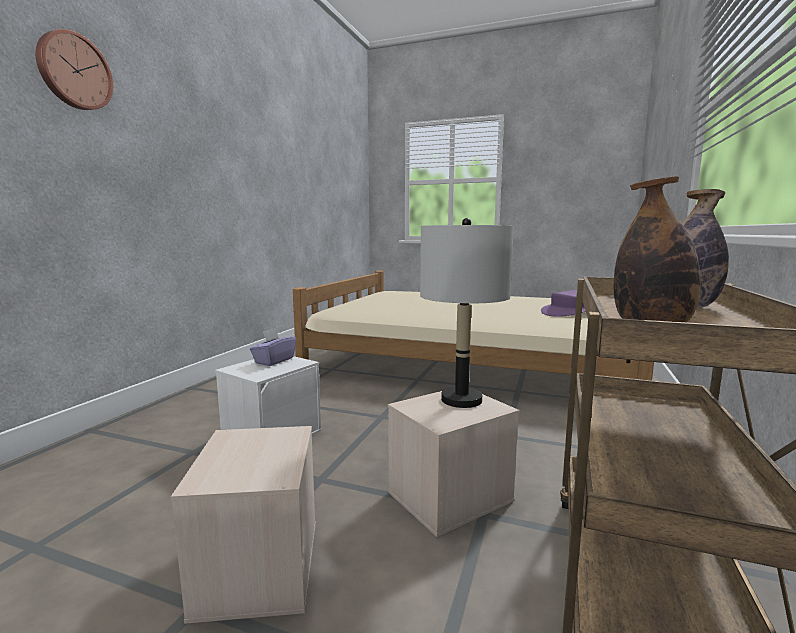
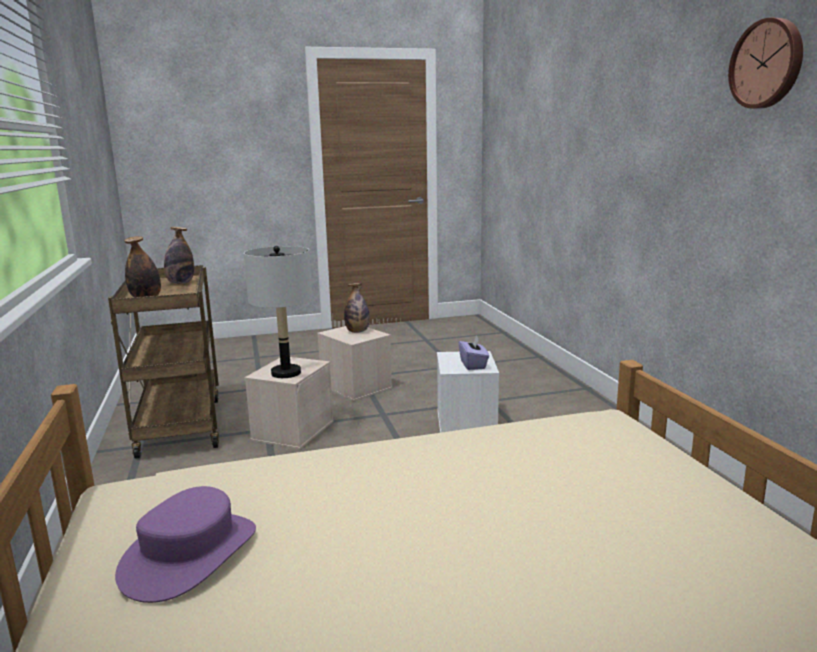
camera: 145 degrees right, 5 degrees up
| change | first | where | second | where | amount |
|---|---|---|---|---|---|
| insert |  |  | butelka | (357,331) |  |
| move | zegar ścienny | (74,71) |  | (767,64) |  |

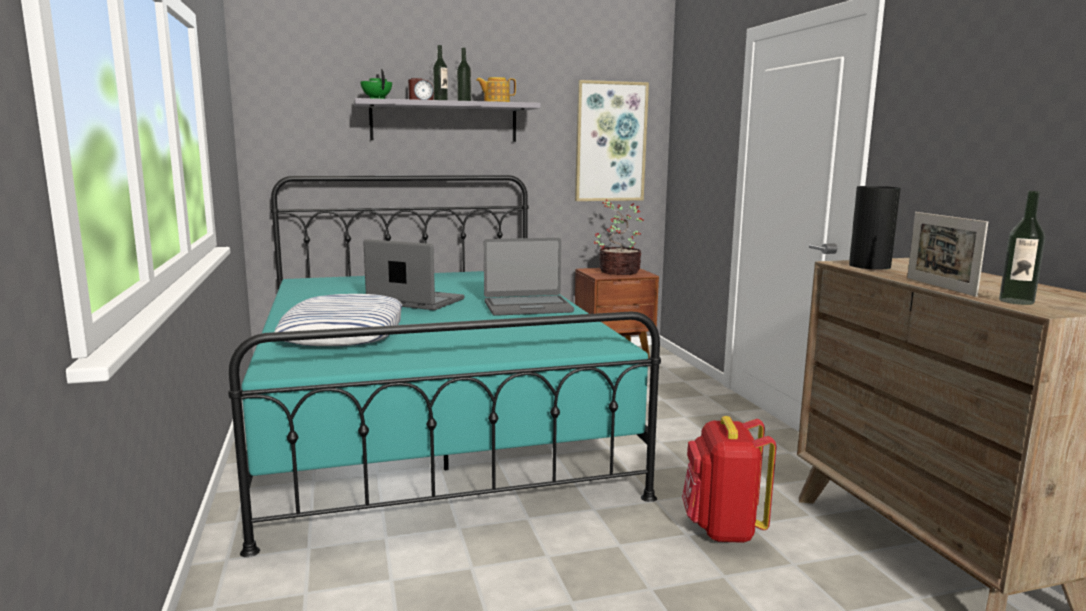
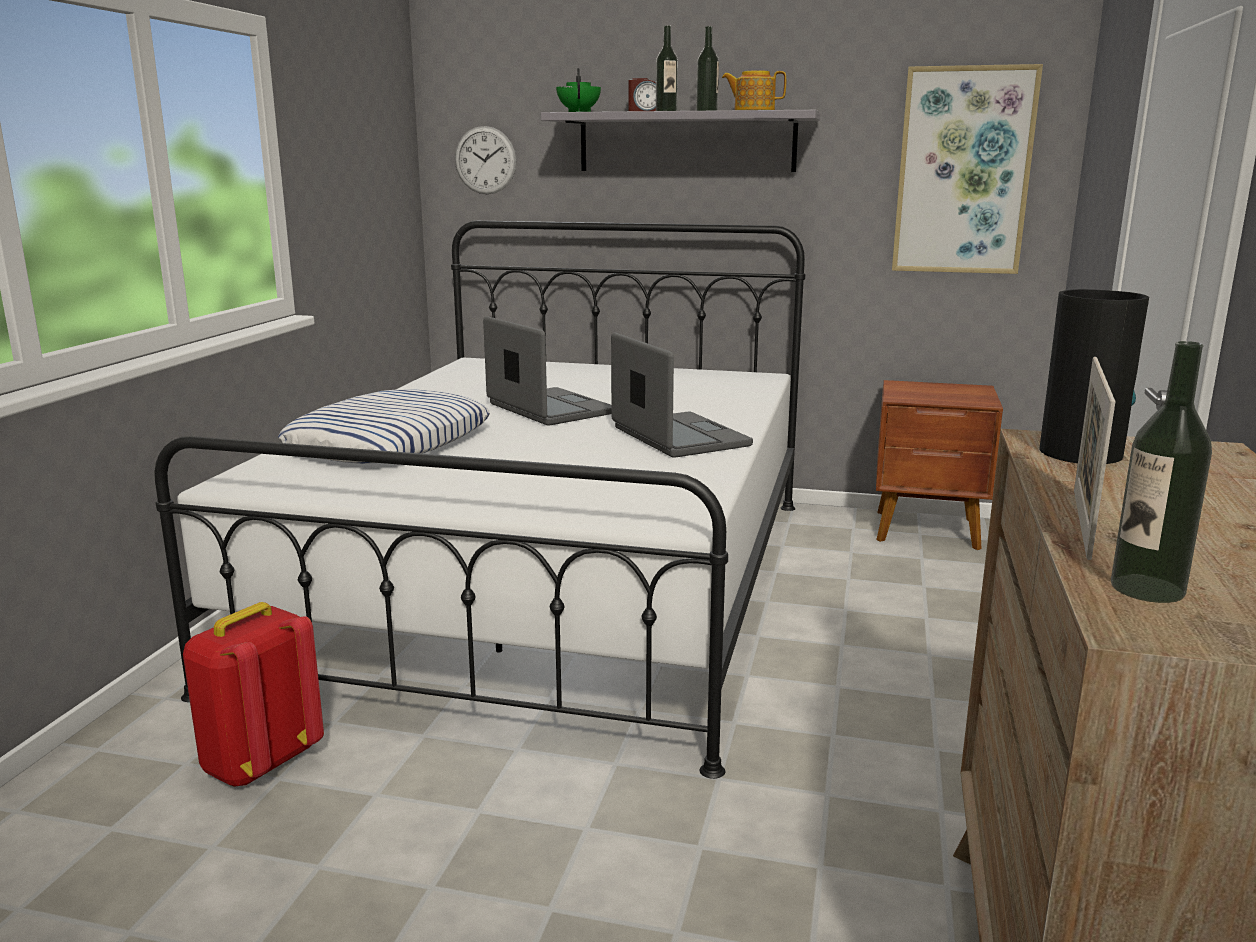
camera: 30 degrees right, 5 degrees up
| change | first | where | second | where | amount |
|---|---|---|---|---|---|
| delete | roślina doniczkowa | (618,272) |  |  |  |
| insert |  |  | zegar ścienny | (485,160) |  |
| move | plecak (czerwony) | (722,529) |  | (260,763) |  |
| recolor | łóżko (turkusowy) | (430,424) | łóżko (biały) | (552,582) |  |
| rotate | laptop | (527,307) |  | (678,437) | 135 degrees counterclockwise |

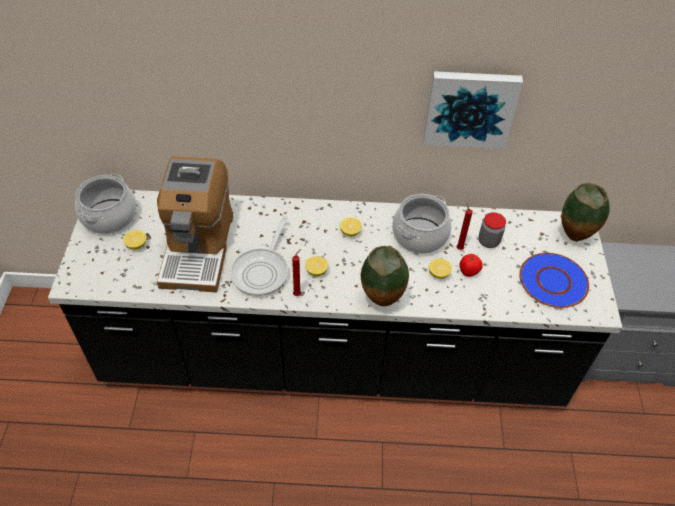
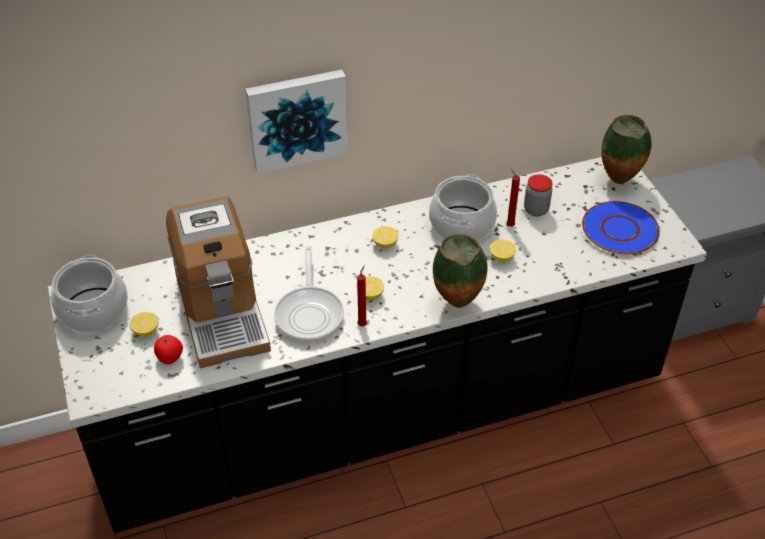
camera: 20 degrees left, 5 degrees down
| change | first | where | second | where | amount |
|---|---|---|---|---|---|
| move | obraz | (470,108) |  | (297,119) |  |
| move | pomidor | (469,272) |  | (170,358) |  |

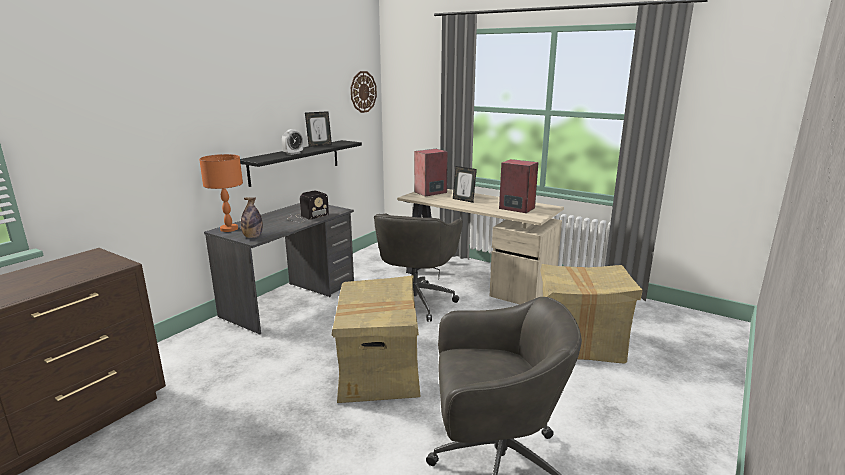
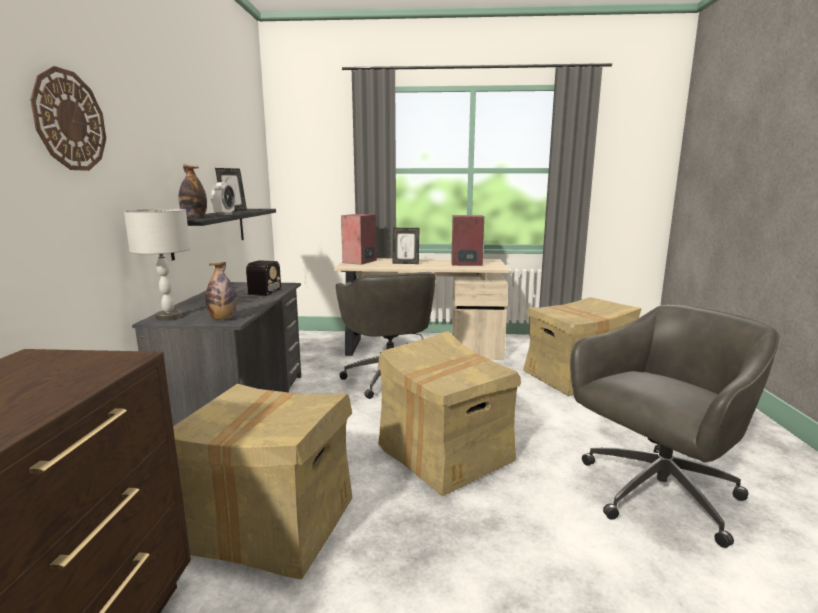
camera: 30 degrees left, 5 degrees down
| change | first | where | second | where | amount |
|---|---|---|---|---|---|
| insert |  |  | karton | (271,525) |  |
| insert |  |  | butelka | (194,217) |  |
| move | zegar ścienny | (363,92) |  | (69,120) |  |
| recolor | lampa stołowa (pomarańczowy) | (229,229) | lampa stołowa (szary) | (169,317) |  |

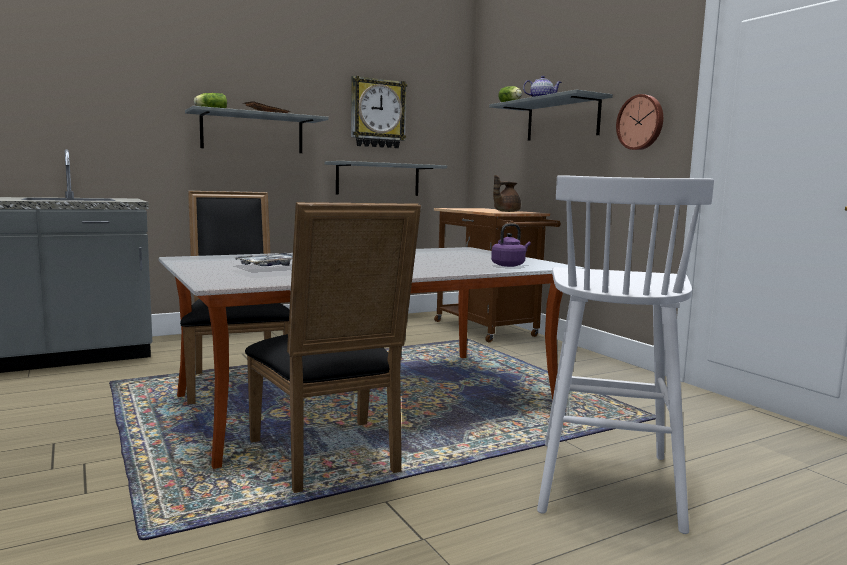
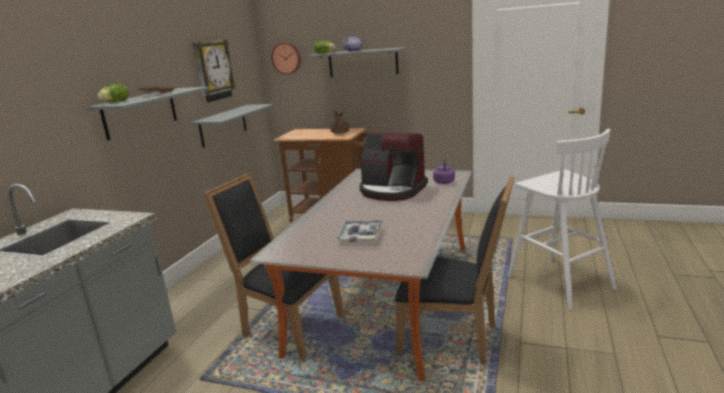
camera: 40 degrees left, 10 degrees up
| change | first | where | second | where | amount |
|---|---|---|---|---|---|
| insert |  |  | ekspres do kawy | (392,190) |  |
| move | zegar ścienny | (641,122) |  | (286,58) |  |

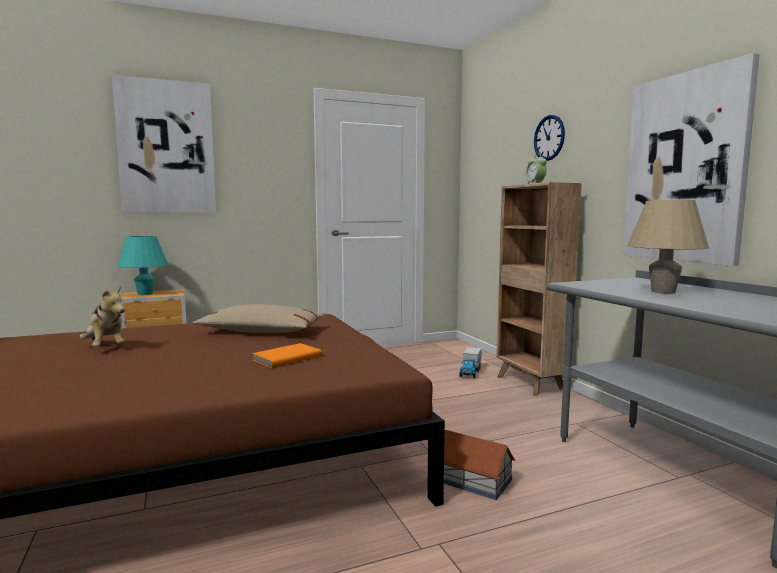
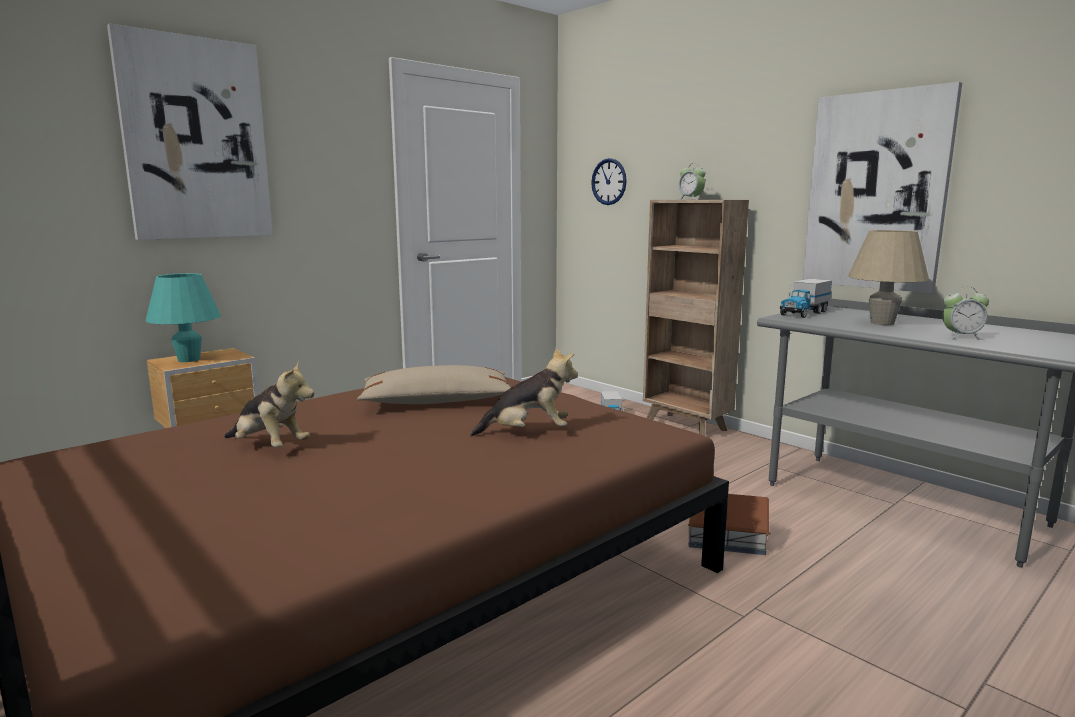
camera: 20 degrees left, 5 degrees up
| change | first | where | second | where | amount |
|---|---|---|---|---|---|
| insert |  |  | ciężarówka zabawkowa | (804,313) |  |
| insert |  |  | budzik | (961,337) |  |
| move | zegar ścienny | (549,138) |  | (609,181) |  |
| replace | książka (pomarańczowy) | (285,358) | pluszak | (528,432) |  |

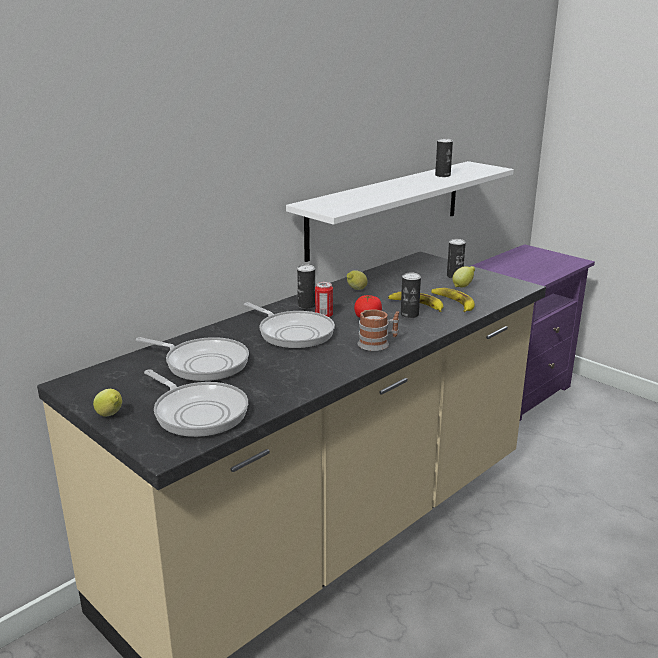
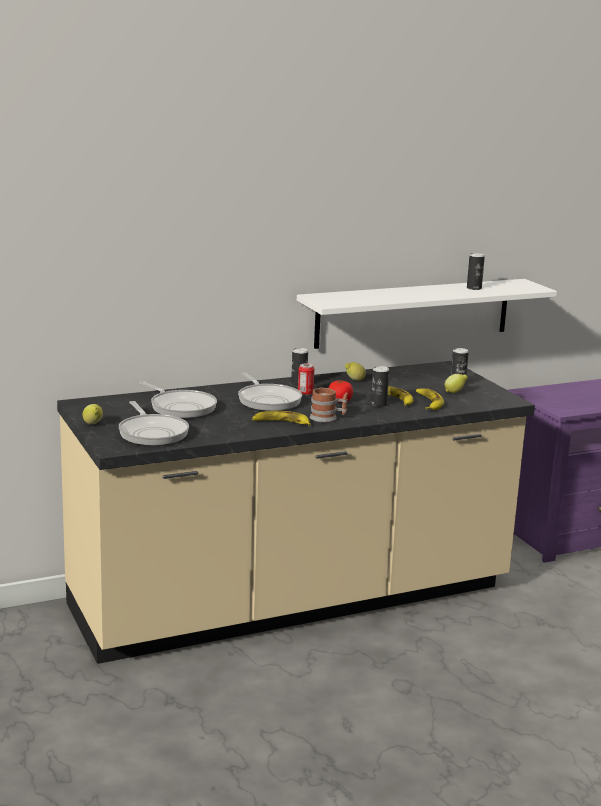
camera: 20 degrees right, 5 degrees down
| change | first | where | second | where | amount |
|---|---|---|---|---|---|
| insert |  |  | banan | (281,423) |  |

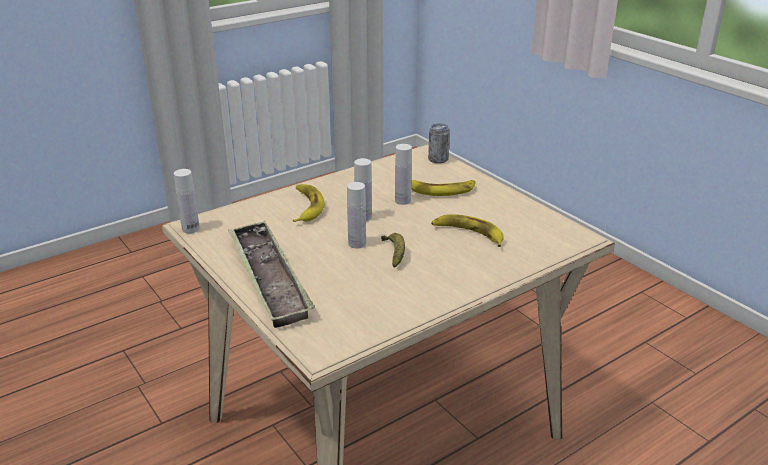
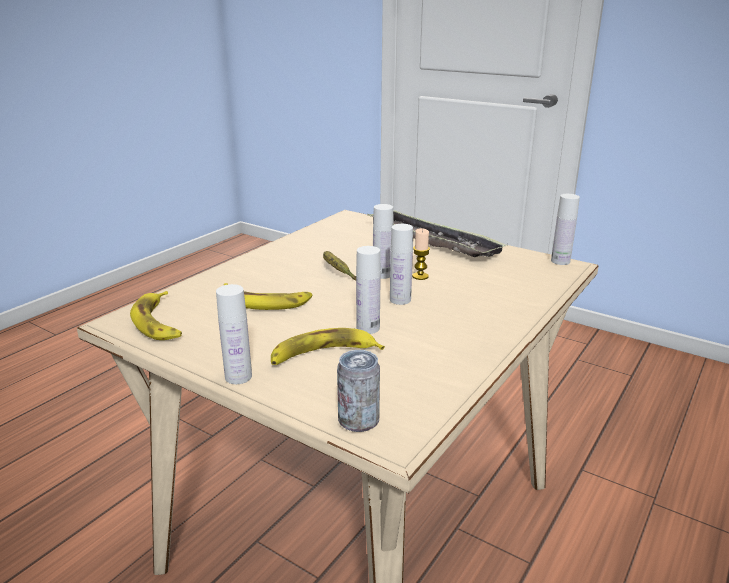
camera: 160 degrees right, 5 degrees down
| change | first | where | second | where | amount |
|---|---|---|---|---|---|
| insert |  |  | butelka (biały) | (238,377) |  |
| insert |  |  | świeca | (420,276) |  |
| move | banan | (306,207) |  | (159,322) |  |

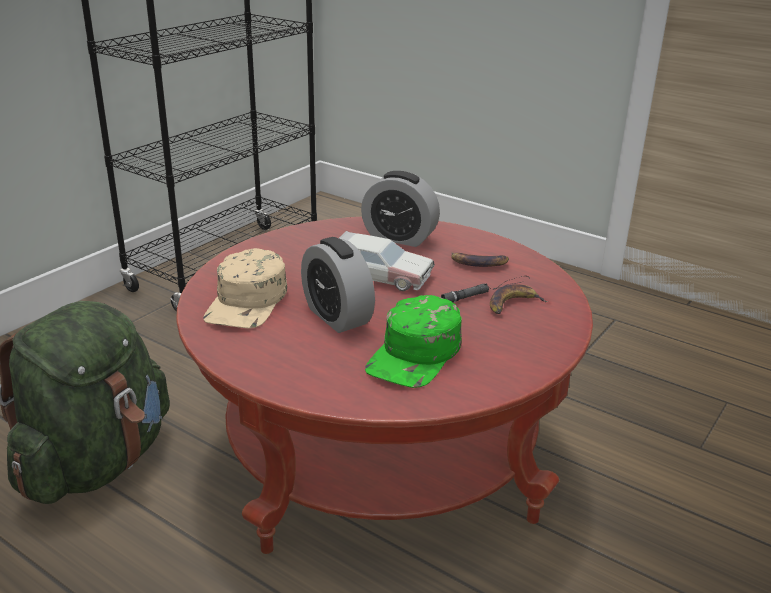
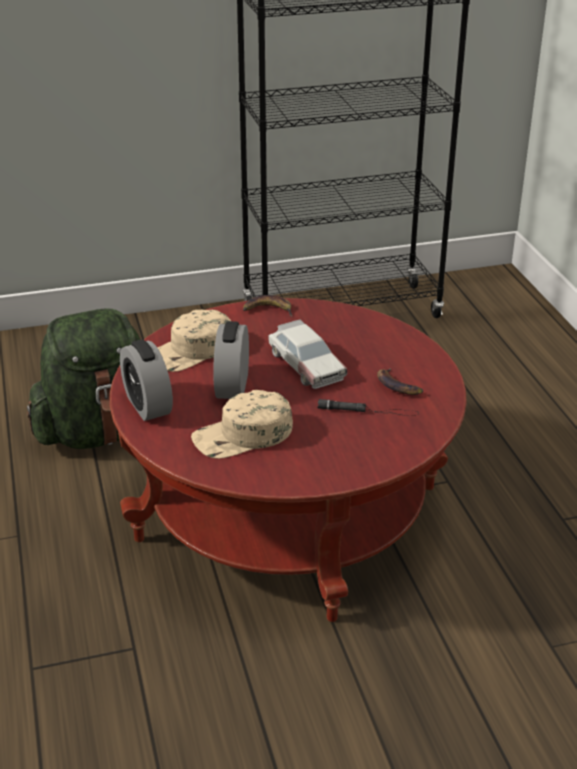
camera: 40 degrees right, 5 degrees up
| change | first | where | second | where | amount |
|---|---|---|---|---|---|
| move | budzik | (399,237) |  | (148,405) |  |
| move | banan | (513,304) |  | (268,310) |  |
| recolor | czapka z daszkiem (zielony) | (415,354) | czapka z daszkiem (beżowy) | (243,435) |  |

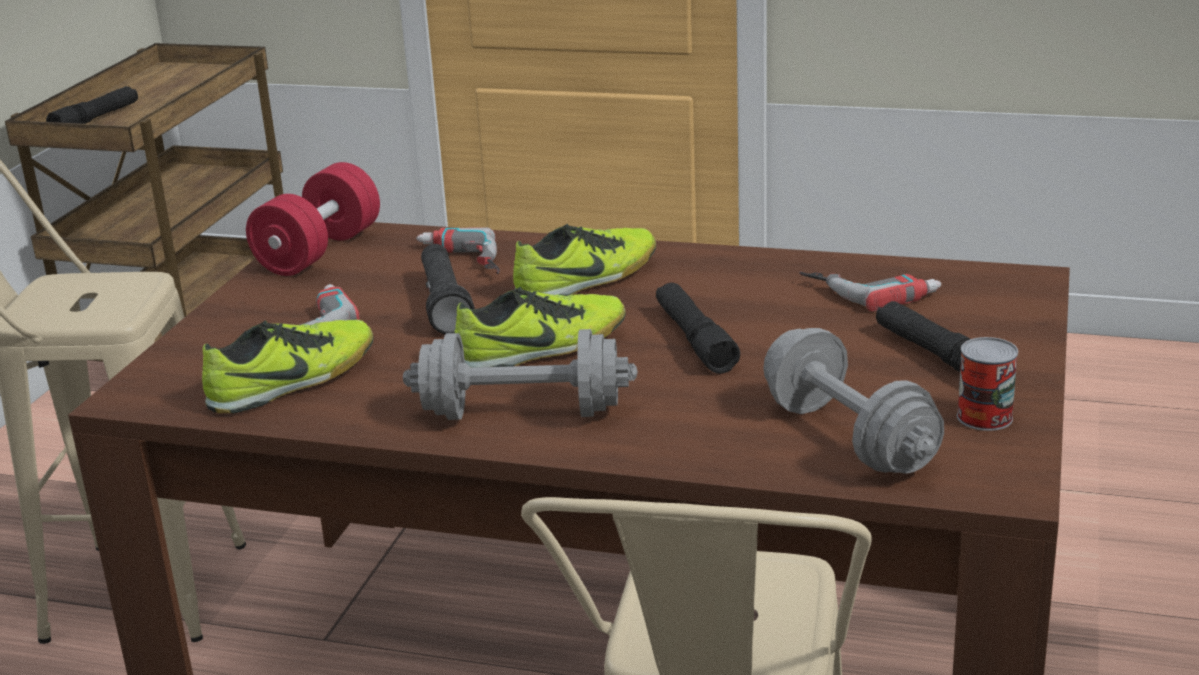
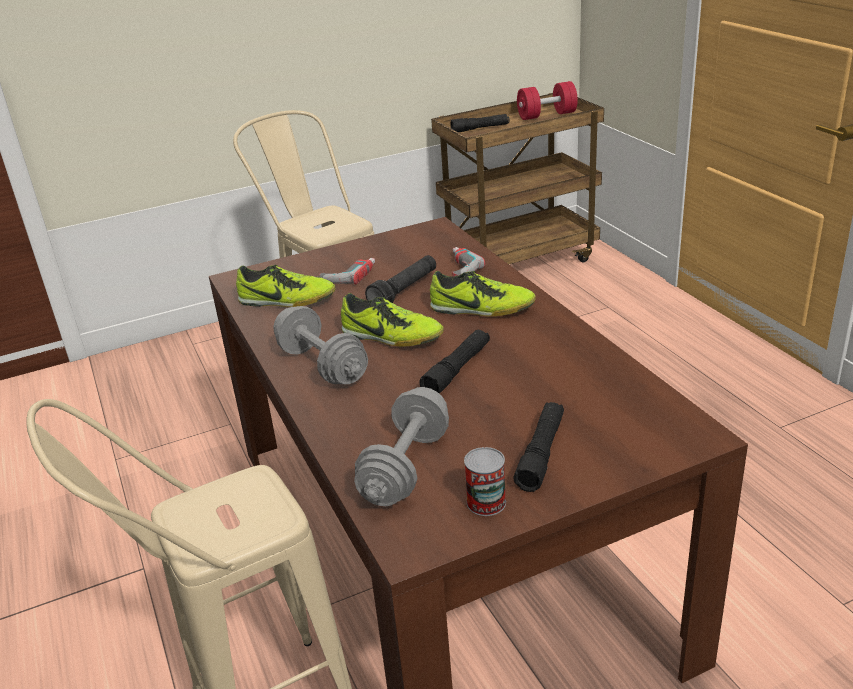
camera: 50 degrees right, 5 degrees up
| change | first | where | second | where | amount |
|---|---|---|---|---|---|
| delete | wiertarka | (870,289) |  |  |  |
| move | hantel (czerwony) | (319,251) |  | (547,115) |  |

